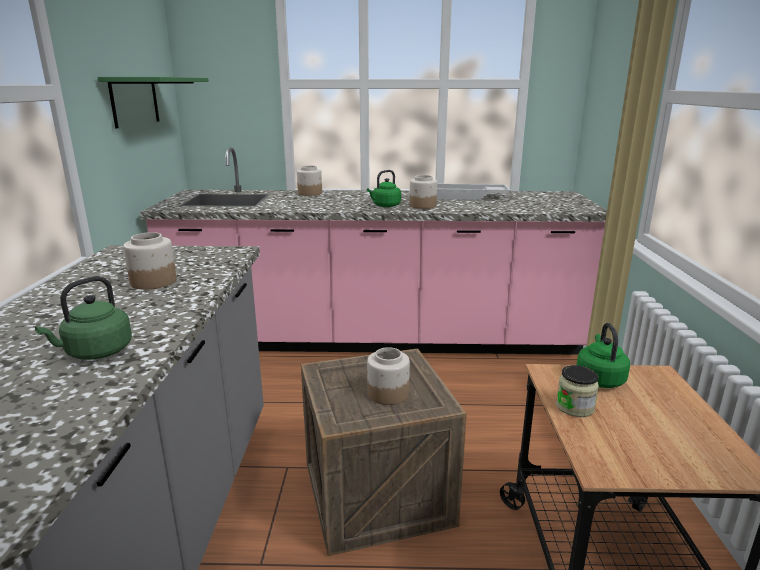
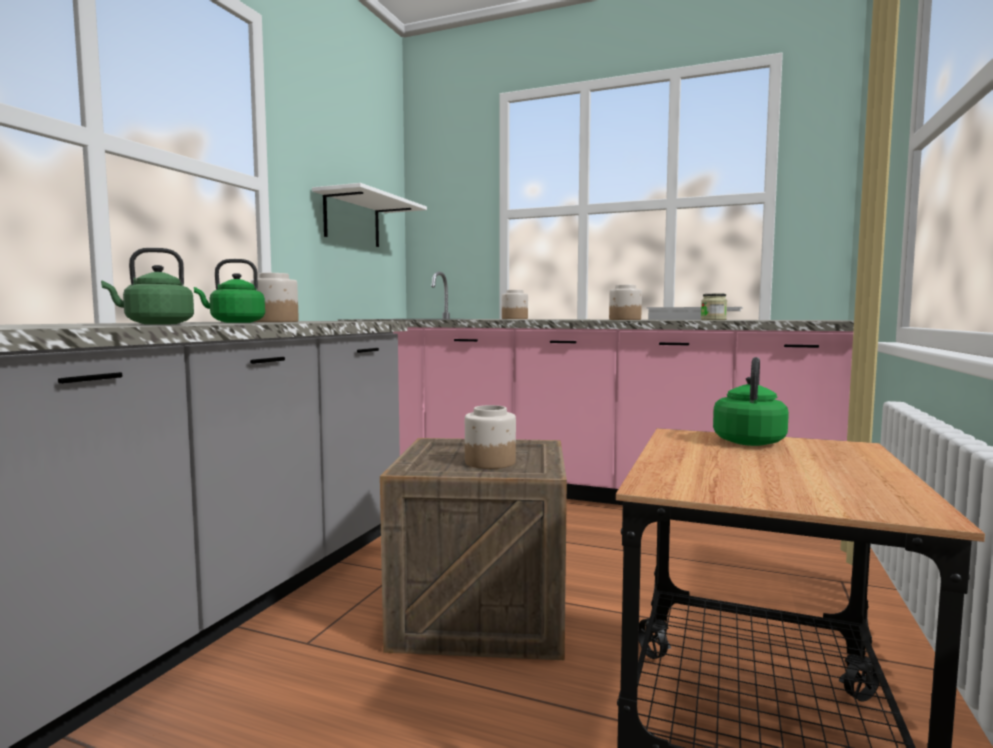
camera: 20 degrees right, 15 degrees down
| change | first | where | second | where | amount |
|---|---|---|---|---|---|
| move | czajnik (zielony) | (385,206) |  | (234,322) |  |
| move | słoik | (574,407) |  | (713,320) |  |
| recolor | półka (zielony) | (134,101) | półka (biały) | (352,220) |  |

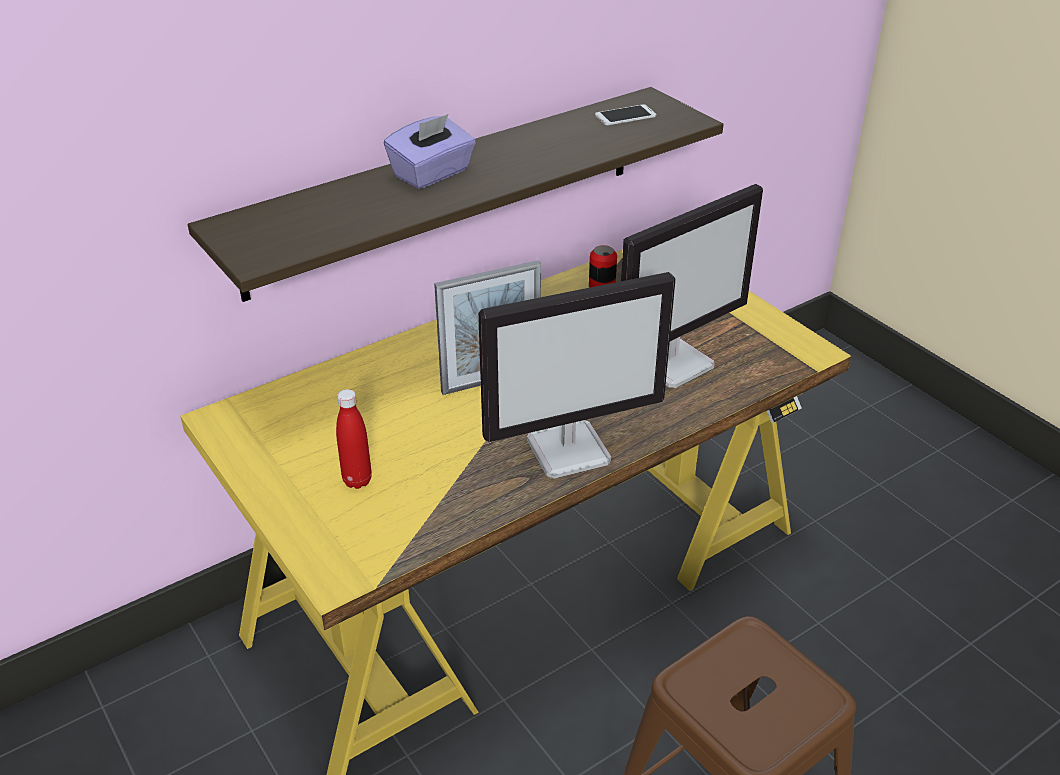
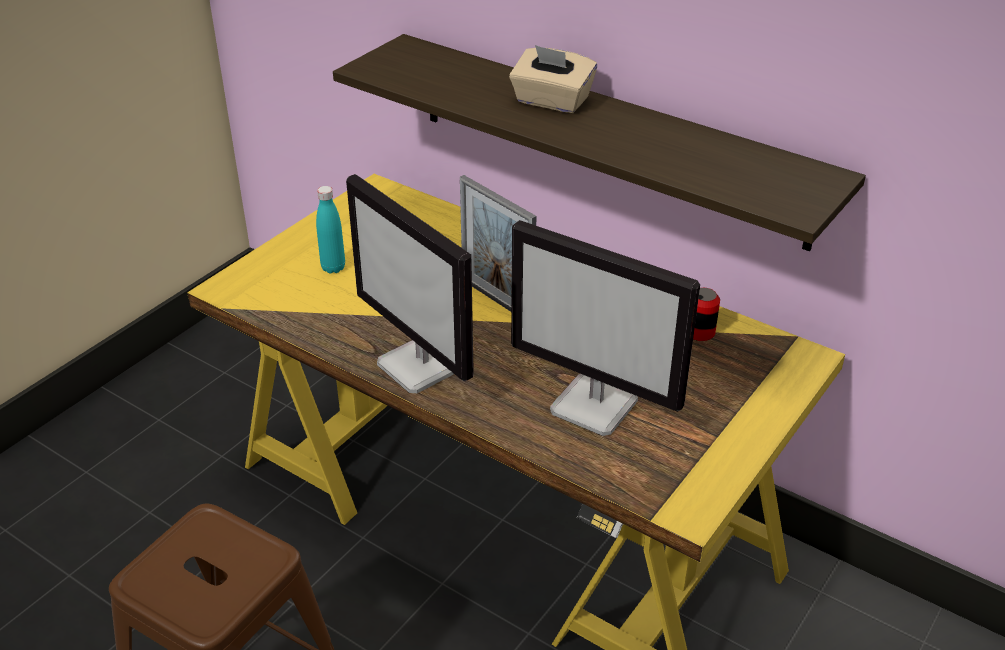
camera: 70 degrees right, 0 degrees up
| change | first | where | second | where | amount |
|---|---|---|---|---|---|
| delete | telefon | (625,116) |  |  |  |
| recolor | butelka (czerwony) | (357,480) | butelka (turkusowy) | (333,268) |  |
| recolor | pudełko chusteczek (fioletowy) | (432,174) | pudełko chusteczek (beżowy) | (551,101) |  |

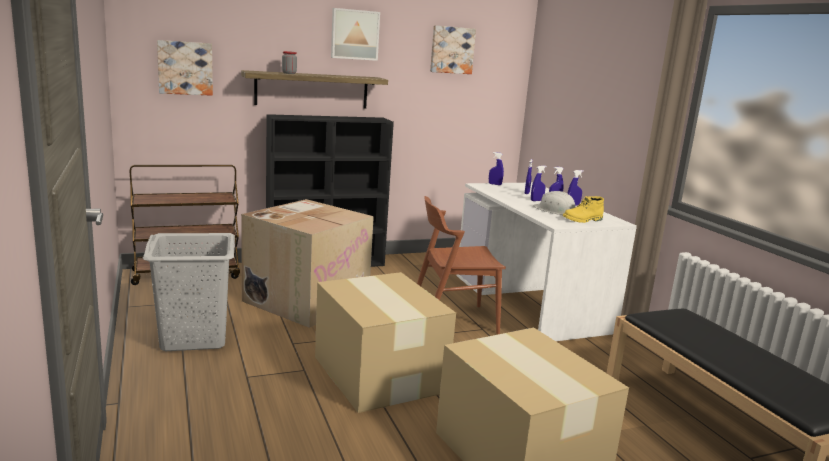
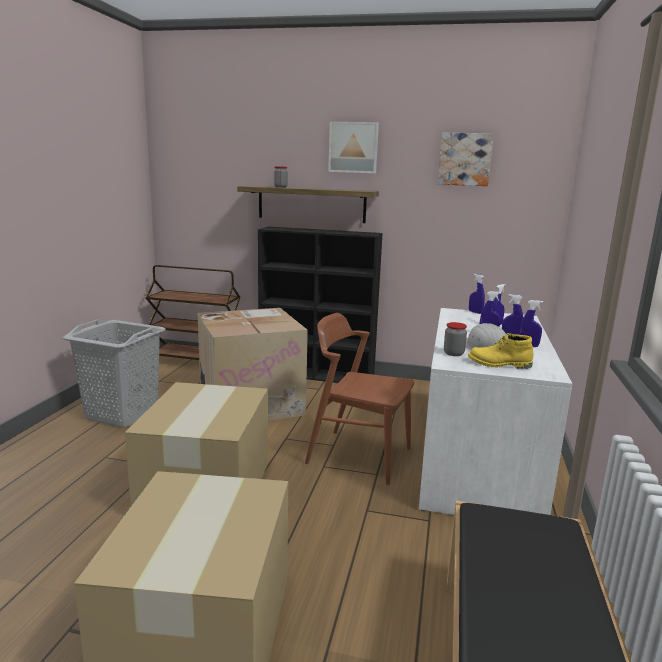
camera: 35 degrees right, 0 degrees up
| change | first | where | second | where | amount |
|---|---|---|---|---|---|
| delete | obraz | (185,68) |  |  |  |
| insert |  |  | słoik | (453,353) |  |

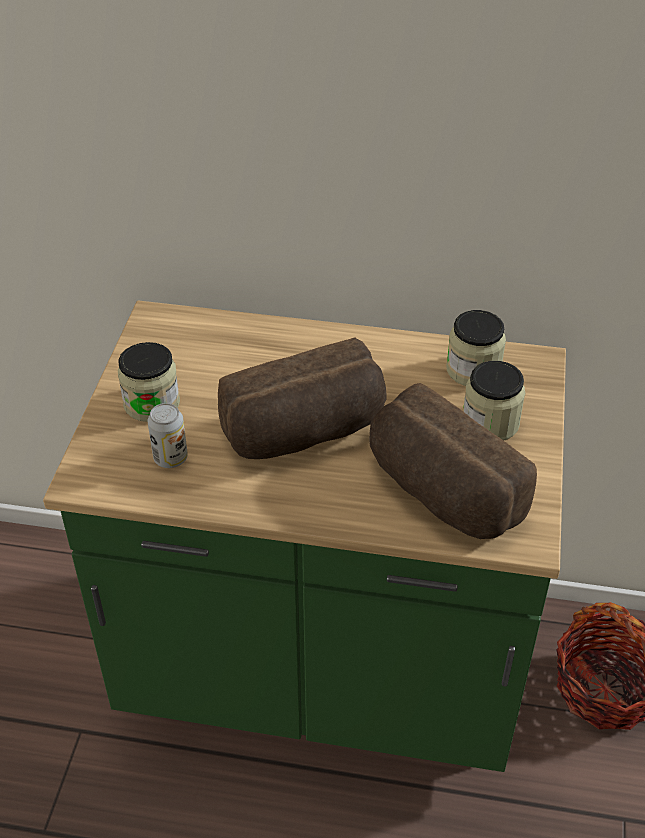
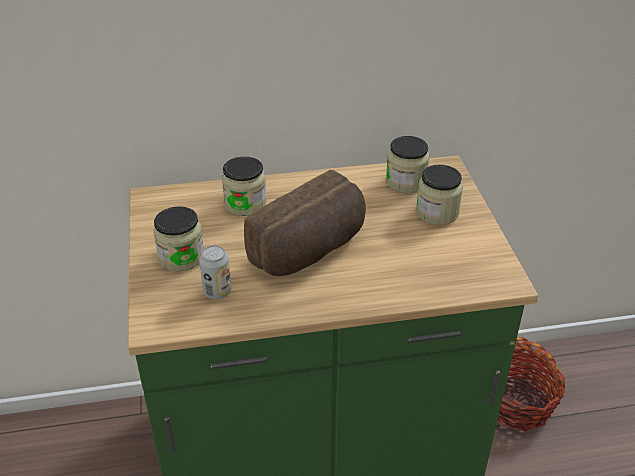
camera: 20 degrees left, 5 degrees down
| change | first | where | second | where | amount |
|---|---|---|---|---|---|
| delete | chleb | (440,493) |  |  |  |
| insert |  |  | słoik | (245,204) |  |

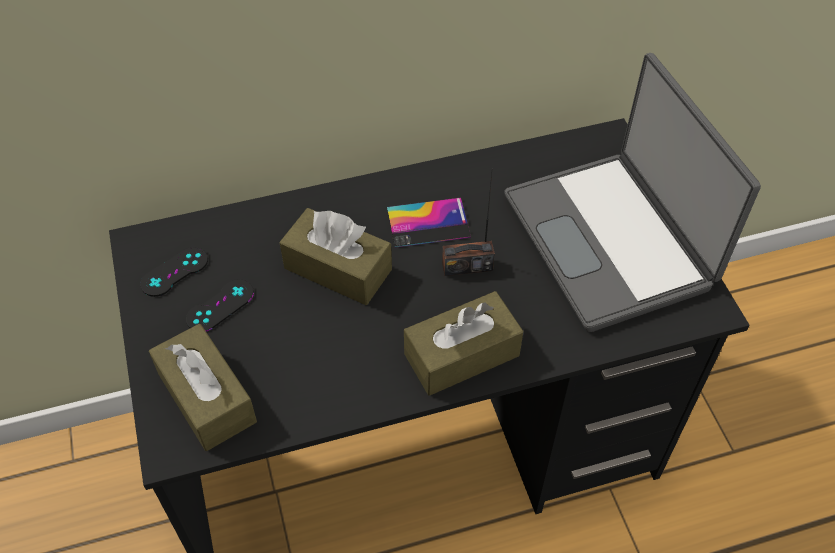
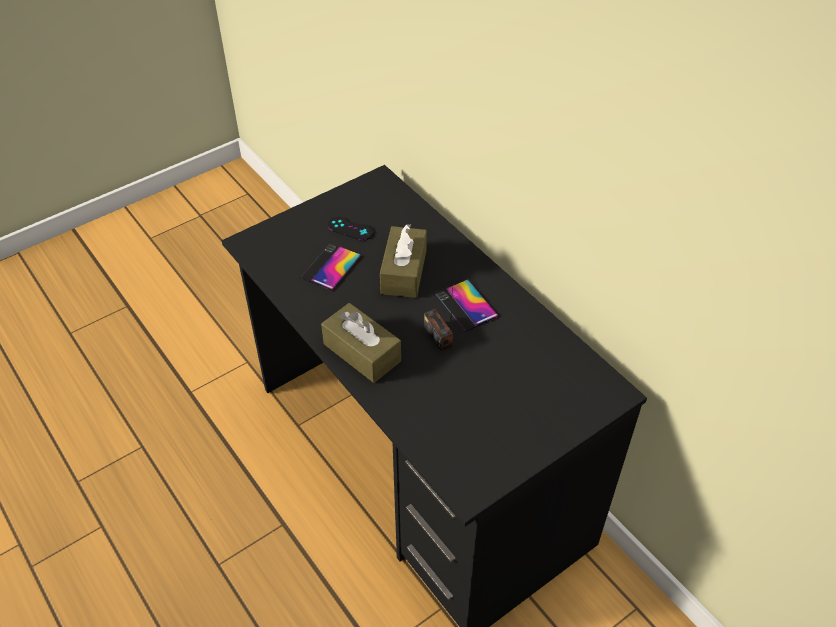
camera: 70 degrees right, 5 degrees down
| change | first | where | second | where | amount |
|---|---|---|---|---|---|
| delete | pad do gier (czarny) | (174,272) |  |  |  |
| delete | pudełko chusteczek (brązowy) | (207,398) |  |  |  |
| delete | laptop | (610,240) |  |  |  |
| insert |  |  | telefon | (331,267) |  |

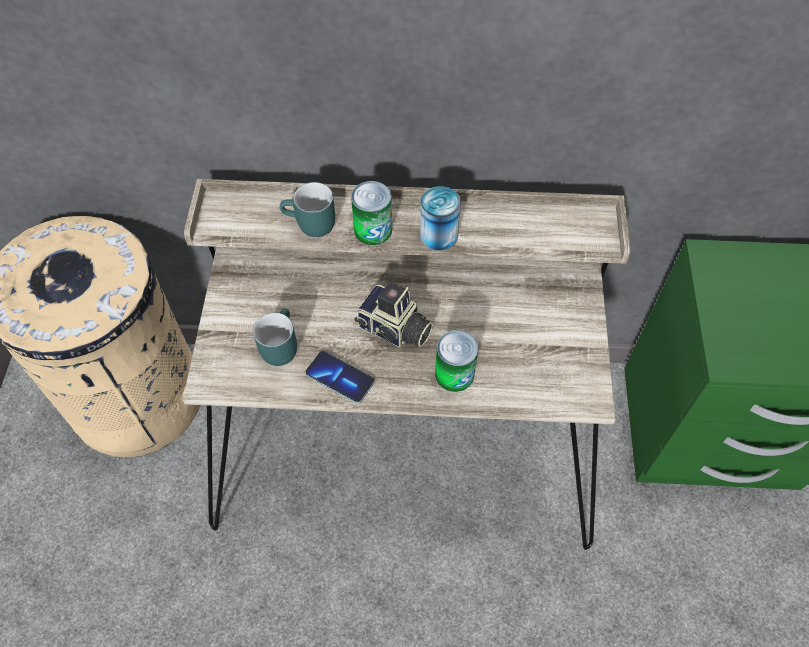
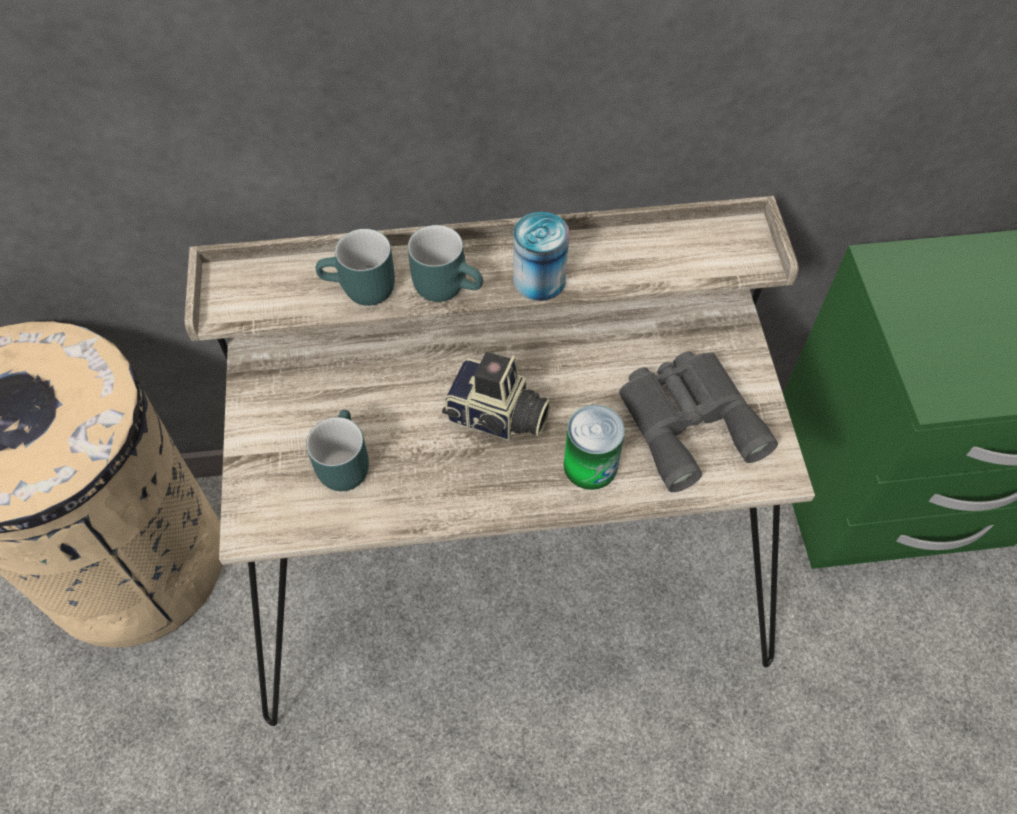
camera: 10 degrees left, 0 degrees up
| change | first | where | second | where | amount |
|---|---|---|---|---|---|
| delete | telefon | (340,378) |  |  |  |
| insert |  |  | lornetka (szary) | (687,420) |  |
| replace | puszka | (373,229) | kubek (turkusowy) | (448,285) |  |

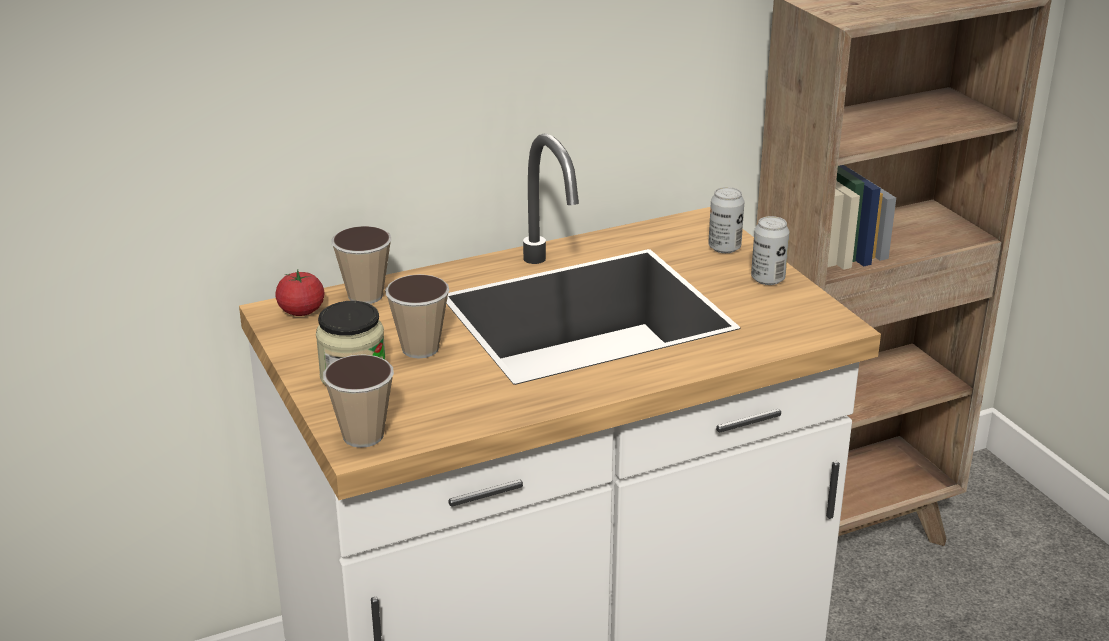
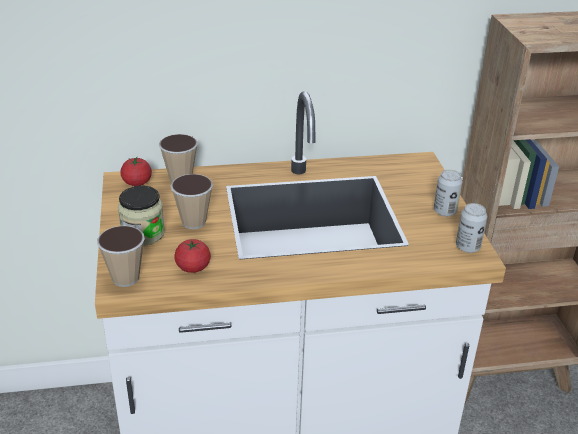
camera: 15 degrees right, 5 degrees up
| change | first | where | second | where | amount |
|---|---|---|---|---|---|
| insert |  |  | pomidor | (193,267) |  |
| move | puszka | (724,247) |  | (467,247) |  |

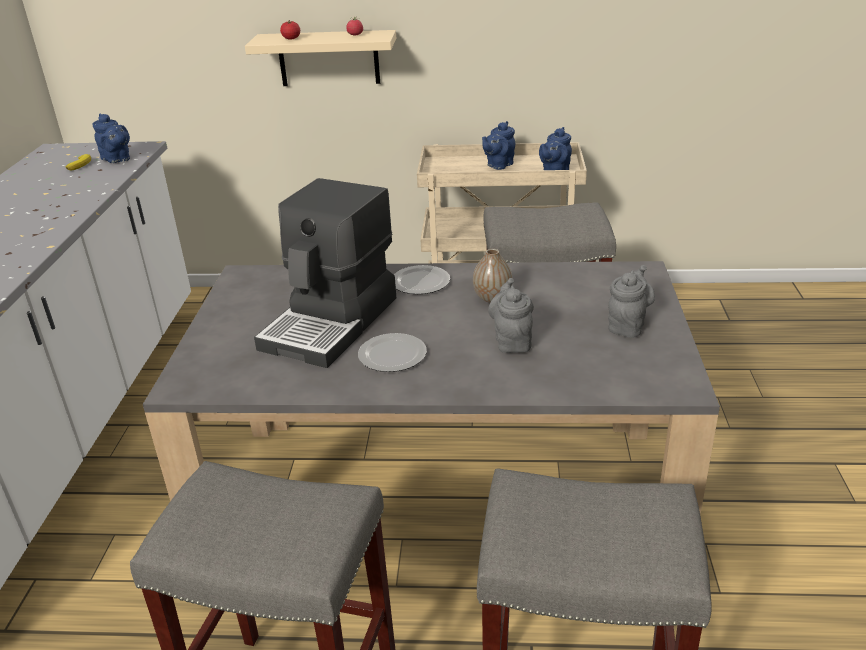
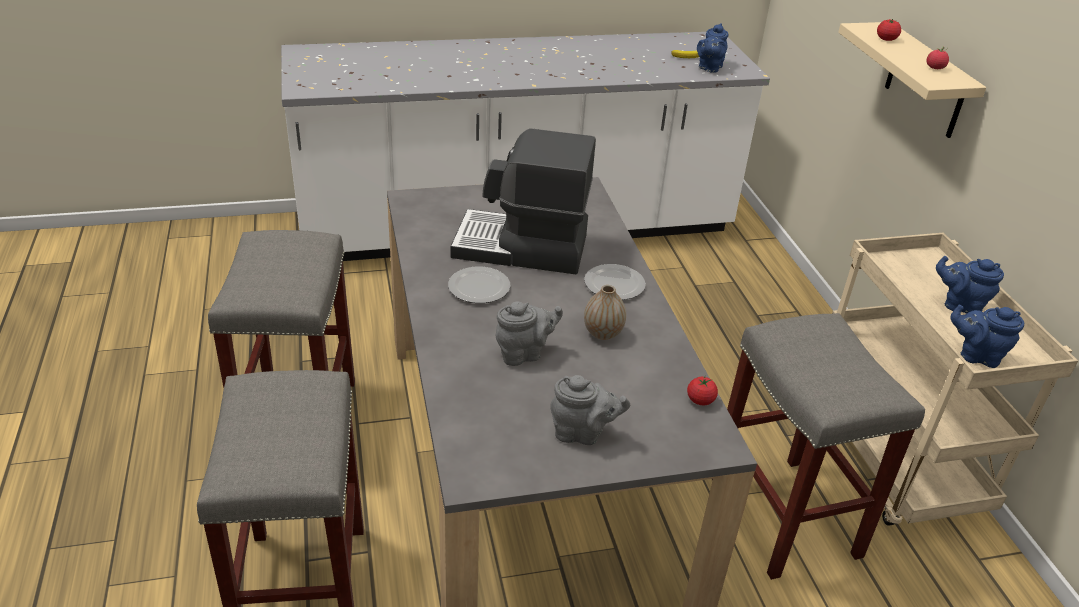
camera: 70 degrees right, 5 degrees up
| change | first | where | second | where | amount |
|---|---|---|---|---|---|
| insert |  |  | pomidor | (700,400) |  |

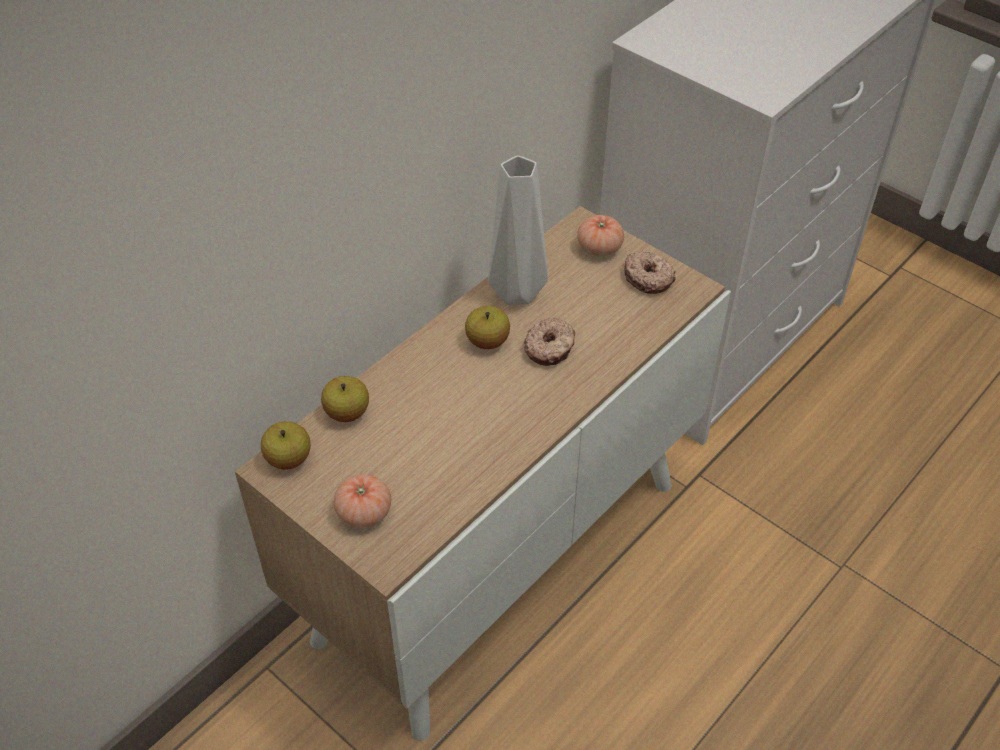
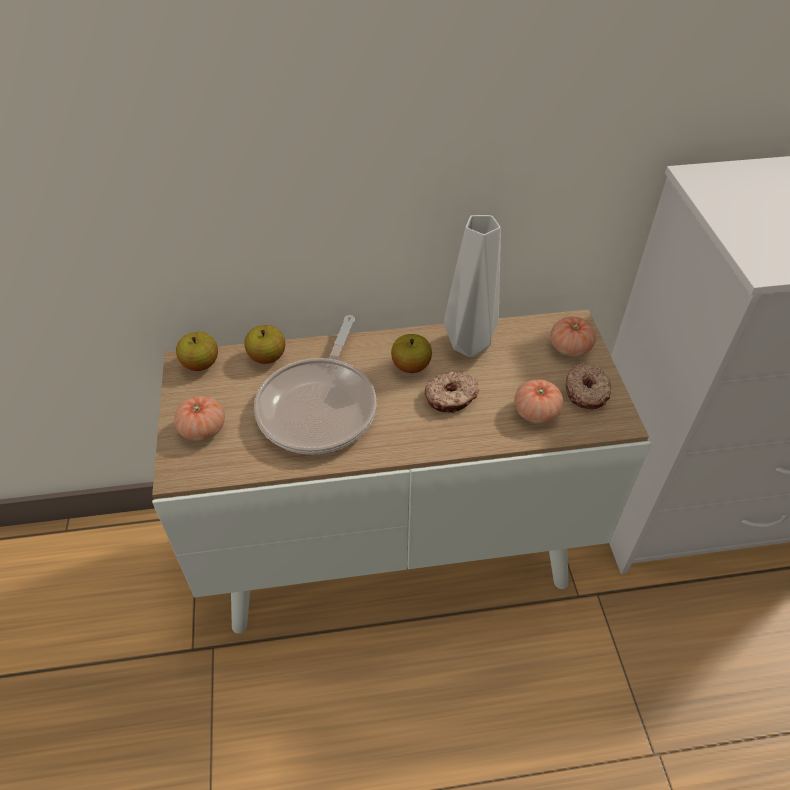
camera: 40 degrees right, 0 degrees up
| change | first | where | second | where | amount |
|---|---|---|---|---|---|
| insert |  |  | patelnia | (320,406) |  |
| insert |  |  | pomidor | (536,412) |  |

